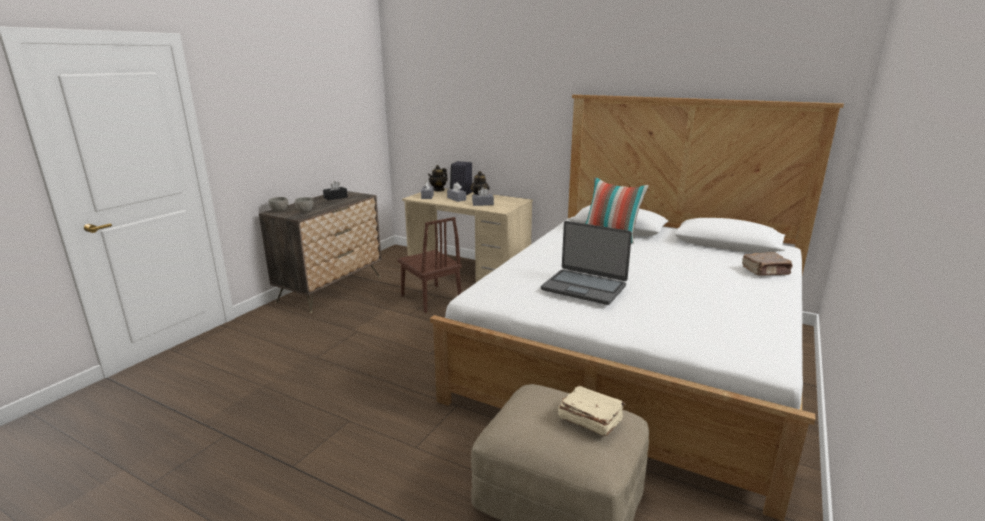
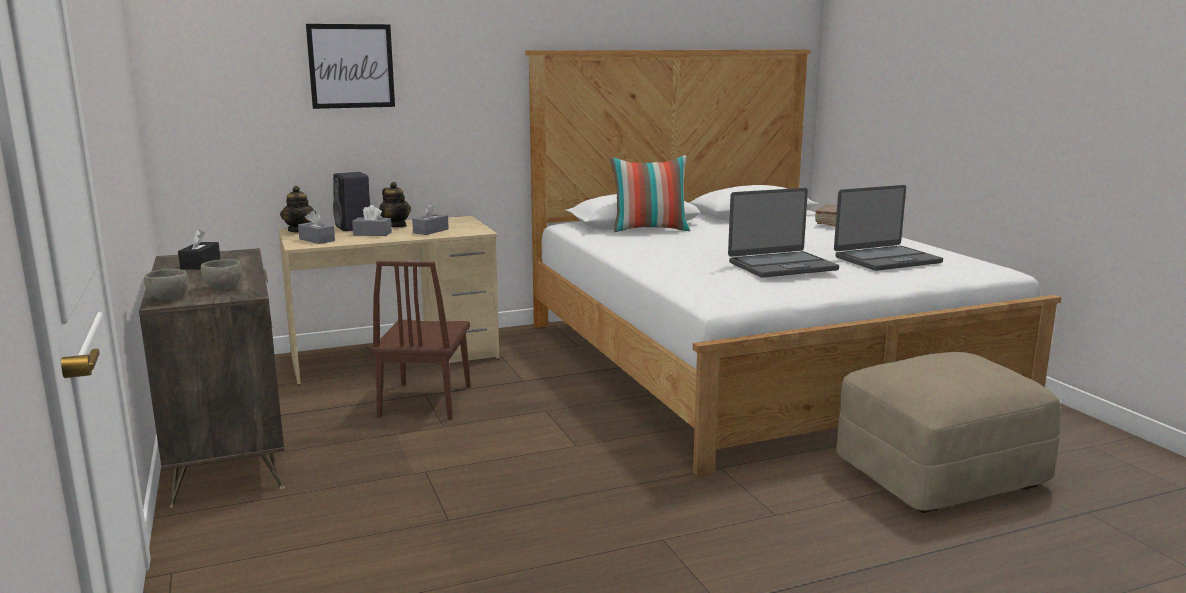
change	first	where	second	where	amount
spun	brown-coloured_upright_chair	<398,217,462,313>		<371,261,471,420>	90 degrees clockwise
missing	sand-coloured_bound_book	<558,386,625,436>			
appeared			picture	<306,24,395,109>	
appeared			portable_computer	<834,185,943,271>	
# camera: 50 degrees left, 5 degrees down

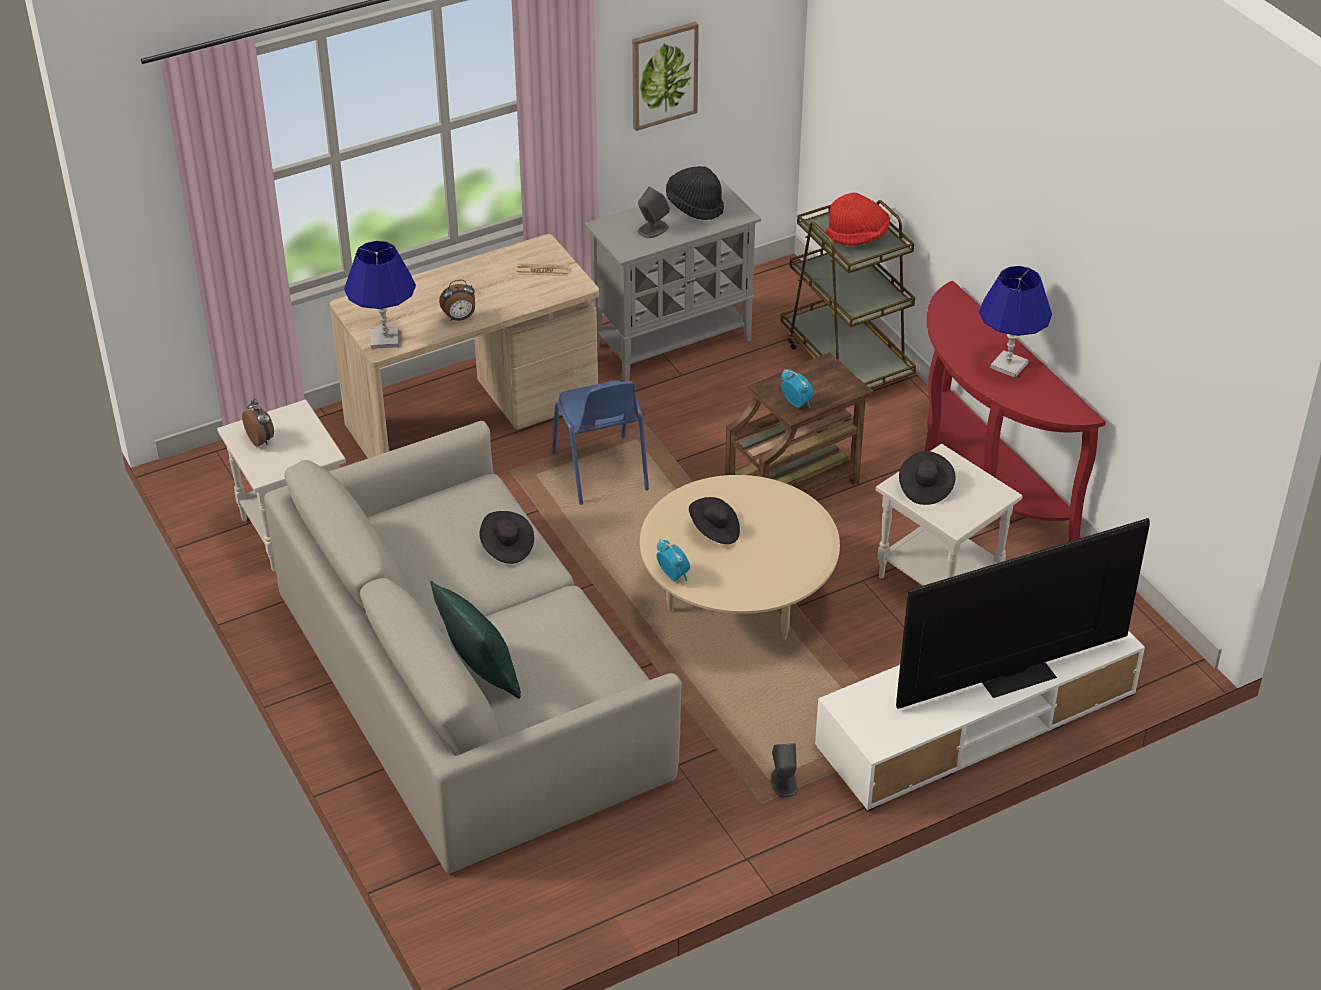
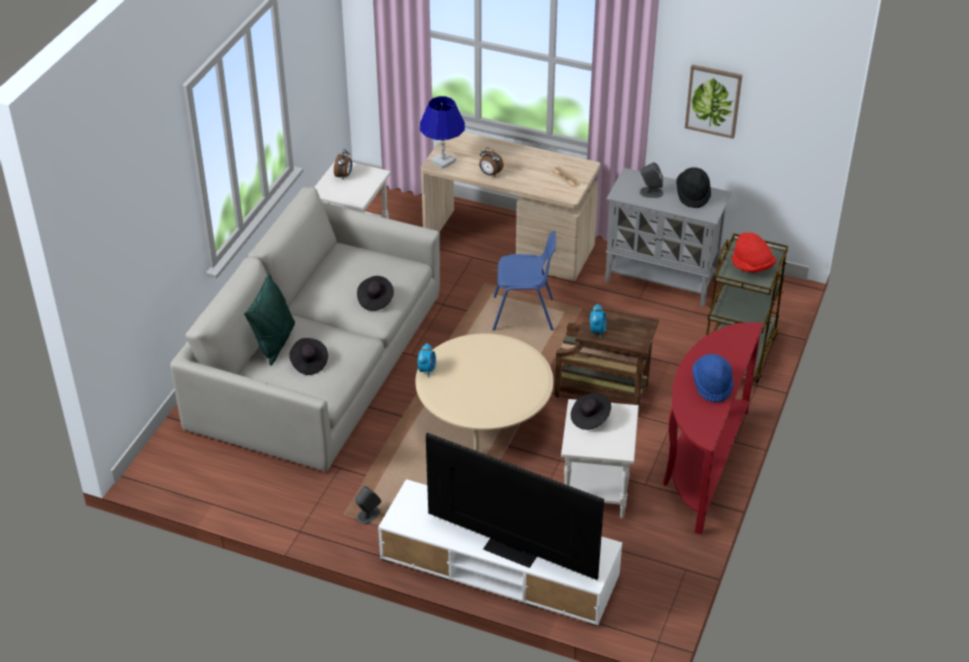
change	first	where	second	where	amount
spun	blue_upright_chair	<552,380,649,505>		<492,231,556,331>	120 degrees counterclockwise
relocated	blackish_wearable_hat	<689,497,740,544>		<289,338,328,375>	
exchanged	blue_tabletop_lamp	<979,266,1052,378>	blue_wearable_hat	<692,354,733,402>	
# camera: 50 degrees right, 0 degrees up

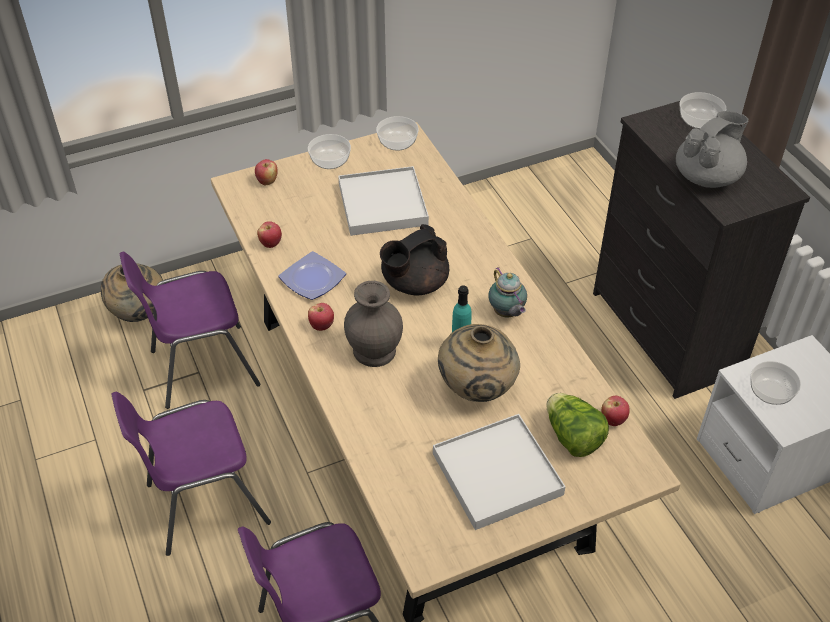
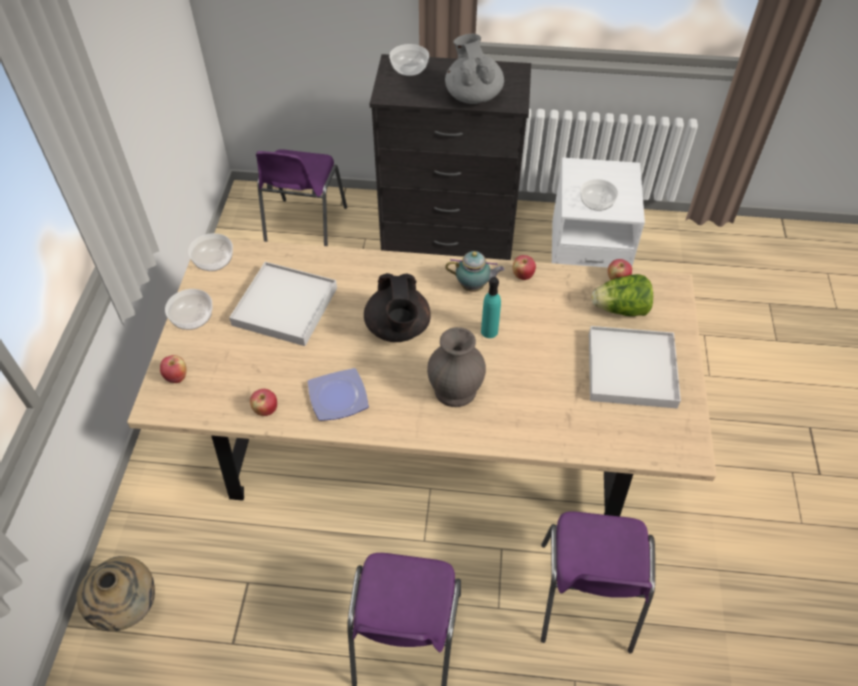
change	first	where	second	where	amount
relocated	purple_upright_chair	<120,252,261,409>		<256,149,347,246>	
relocated	apple_fruit	<308,303,334,331>		<513,255,536,280>	
missing	sand-coloured_flower_vase	<438,324,520,402>			
# camera: 60 degrees left, 5 degrees up

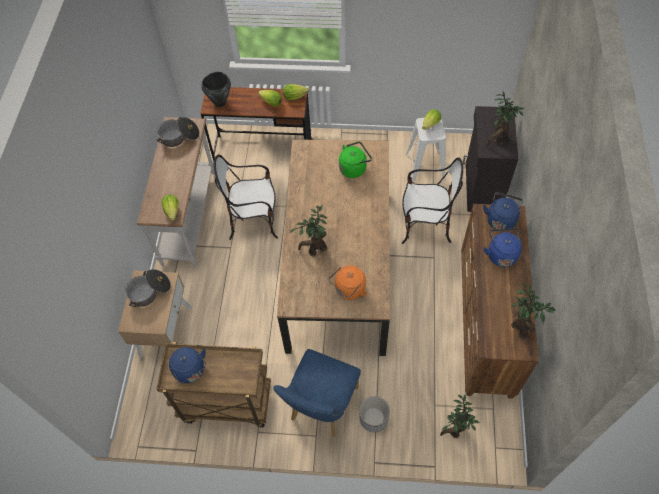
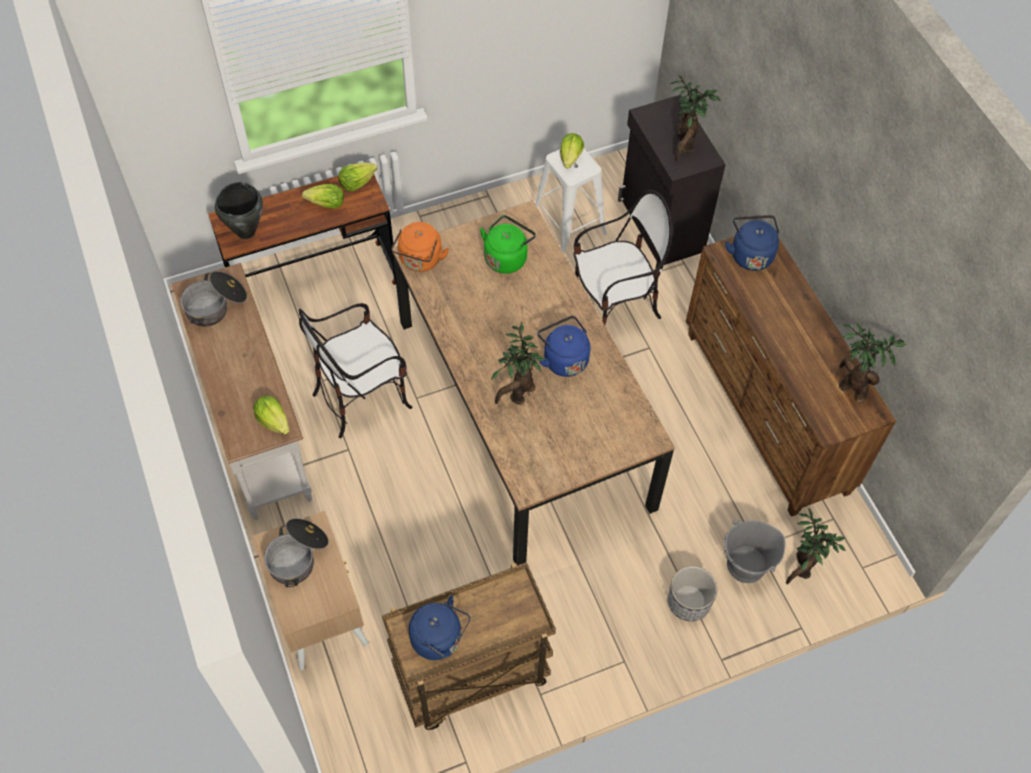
change	first	where	second	where	amount
missing	blue_upright_chair	<273,349,361,437>			
relocated	orangey_tea_kettle	<329,265,367,300>		<392,222,449,272>	
relocated	blue_tea_kettle	<483,228,522,267>		<538,316,590,377>	
appeared			greyish_water_bucket	<724,520,786,583>	
# camera: 30 degrees left, 0 degrees up

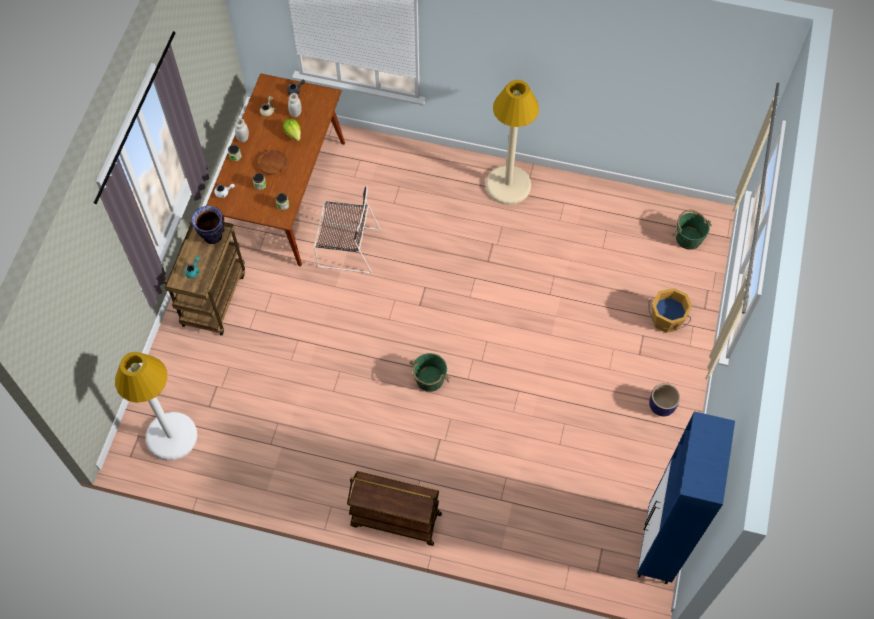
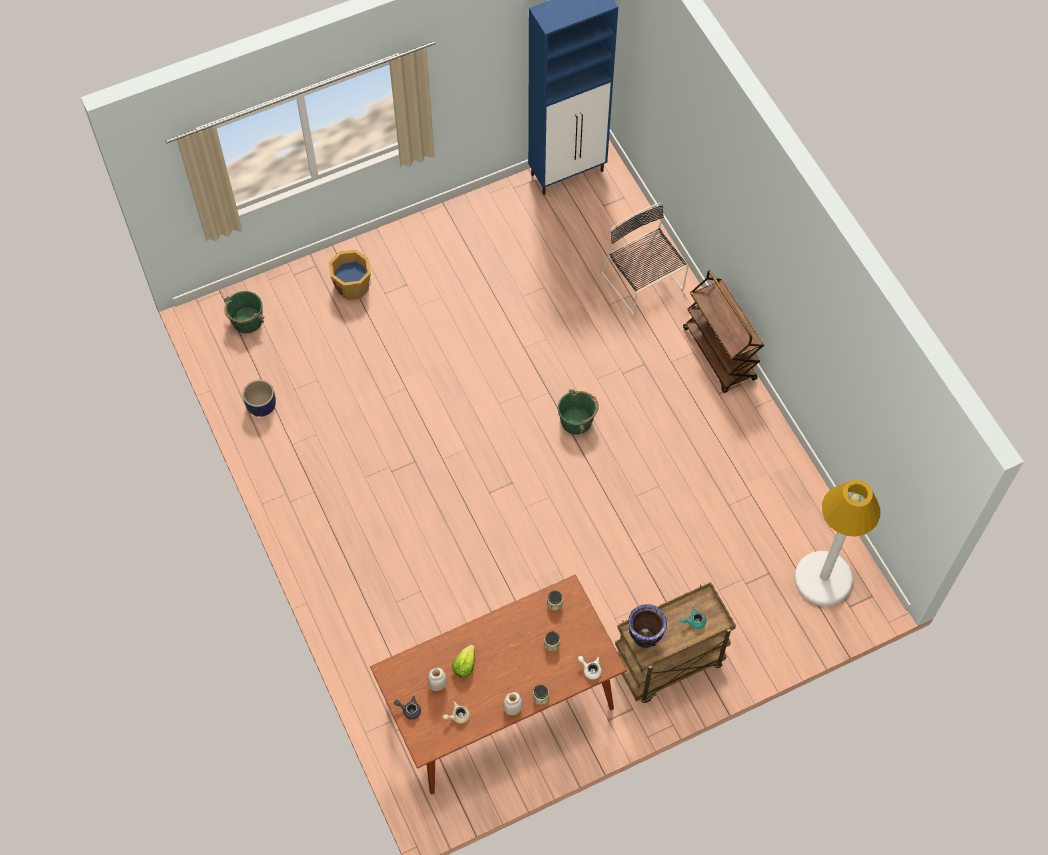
change	first	where	second	where	amount
missing	brown-coloured_plate	<257,150,288,175>			
relocated	blackish_upright_chair	<314,185,380,274>		<601,203,689,316>	
missing	sand-coloured_standing_lamp	<486,80,539,205>			
relocated	flower_pot	<649,383,680,416>		<243,380,276,417>	
# camera: 130 degrees left, 0 degrees up

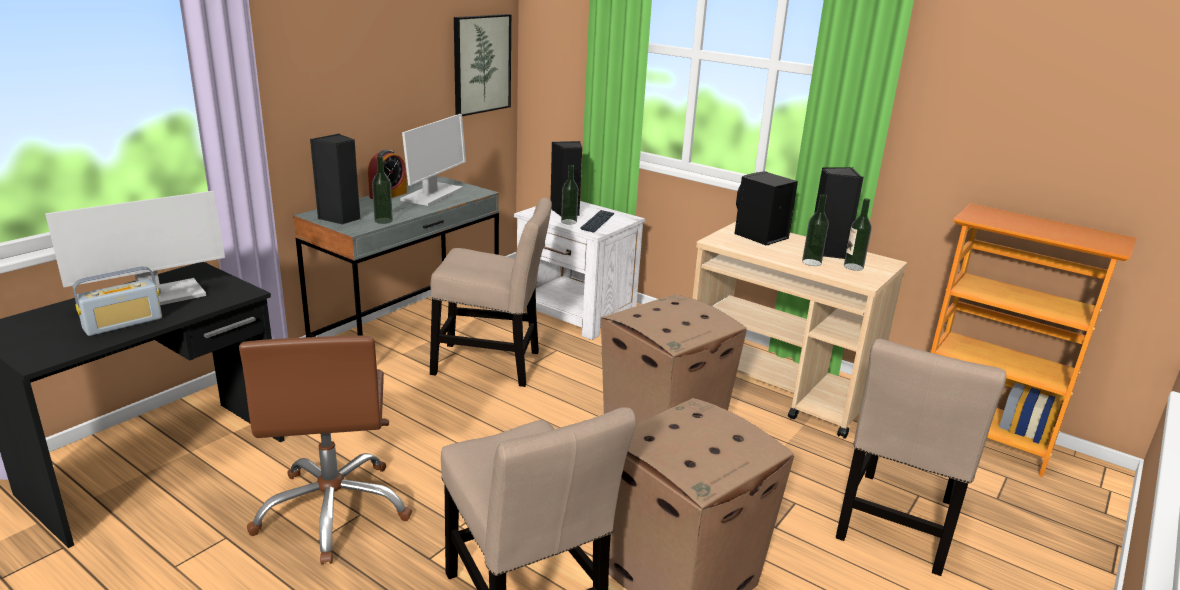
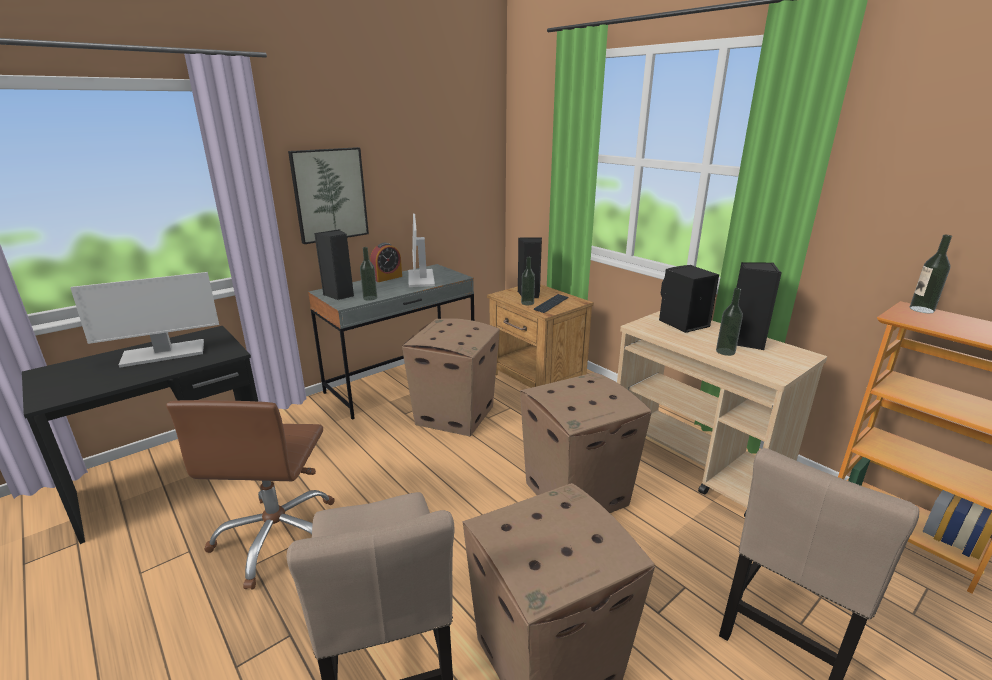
change	first	where	second	where	amount
missing	radio	<73,266,162,336>			
spun	computer_screen	<400,114,466,206>		<408,214,435,287>	135 degrees clockwise
exchanged	sand-coloured_upright_chair	<430,198,552,387>	cardboard_box	<402,318,500,436>	
relocated	picture	<454,14,511,116>		<288,147,369,244>	
colour	white_bedside_table	<514,201,645,340>	brown-coloured_bedside_table	<487,284,594,388>	
relocated	drink_bottle	<844,198,872,271>		<910,235,952,313>	
# camera: 15 degrees right, 0 degrees up

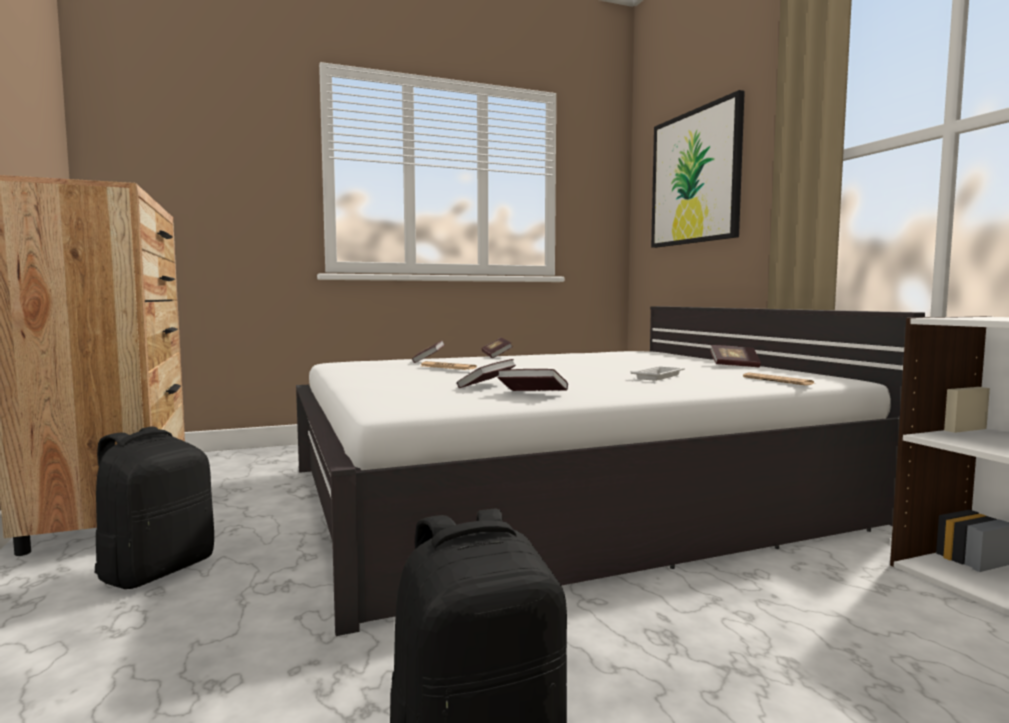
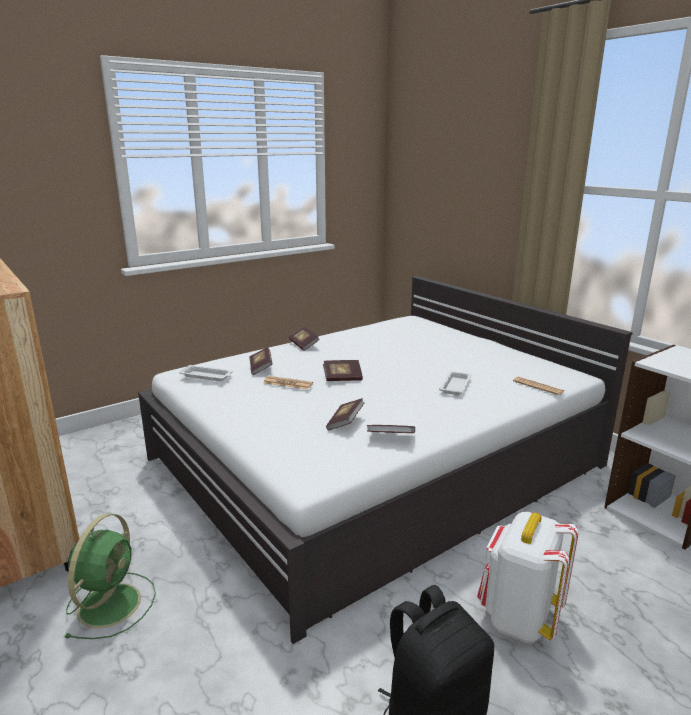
change	first	where	second	where	amount
exchanged	blackish_backpack	<95,427,214,589>	greenish_cooling_fan	<64,513,156,639>	
missing	picture	<651,90,745,248>			
relocated	bound_book	<710,345,761,367>		<323,360,363,381>	
appeared			white_serving_tray	<179,365,233,381>	
appeared			white_backpack	<477,512,579,643>	
# camera: 15 degrees left, 15 degrees up

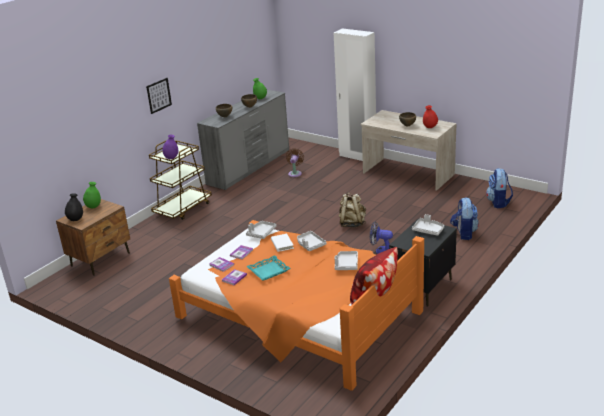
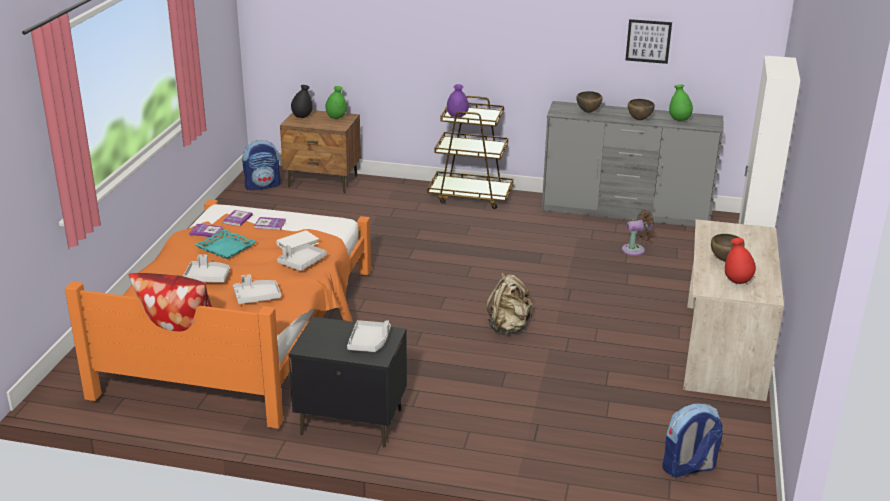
change	first	where	second	where	amount
relocated	picture	<146,78,172,114>		<625,19,672,64>	
relocated	greyish_serving_tray	<246,221,276,239>		<183,254,230,282>	
missing	cooling_fan	<370,222,393,254>			
relocated	backpack	<450,197,479,240>		<242,140,281,190>	
# camera: 65 degrees right, 0 degrees up

